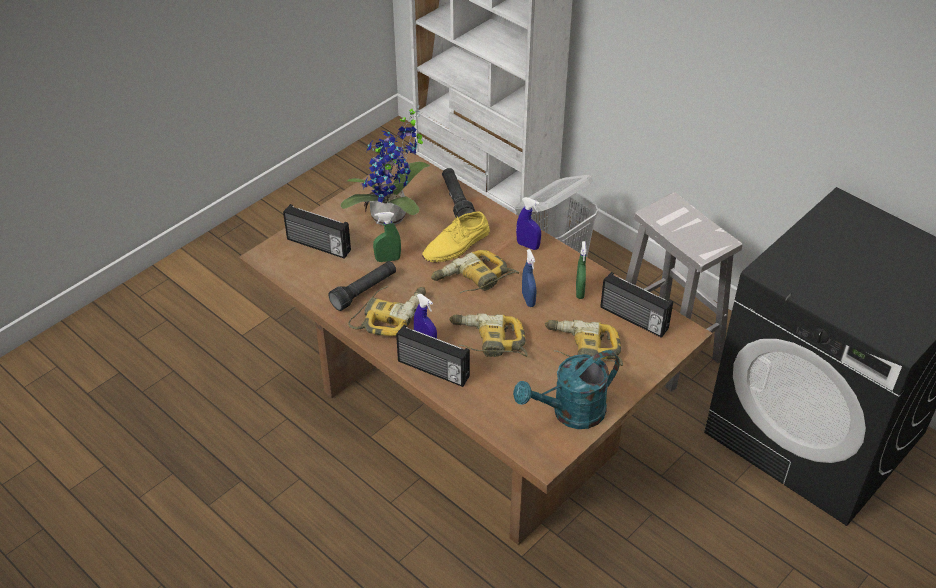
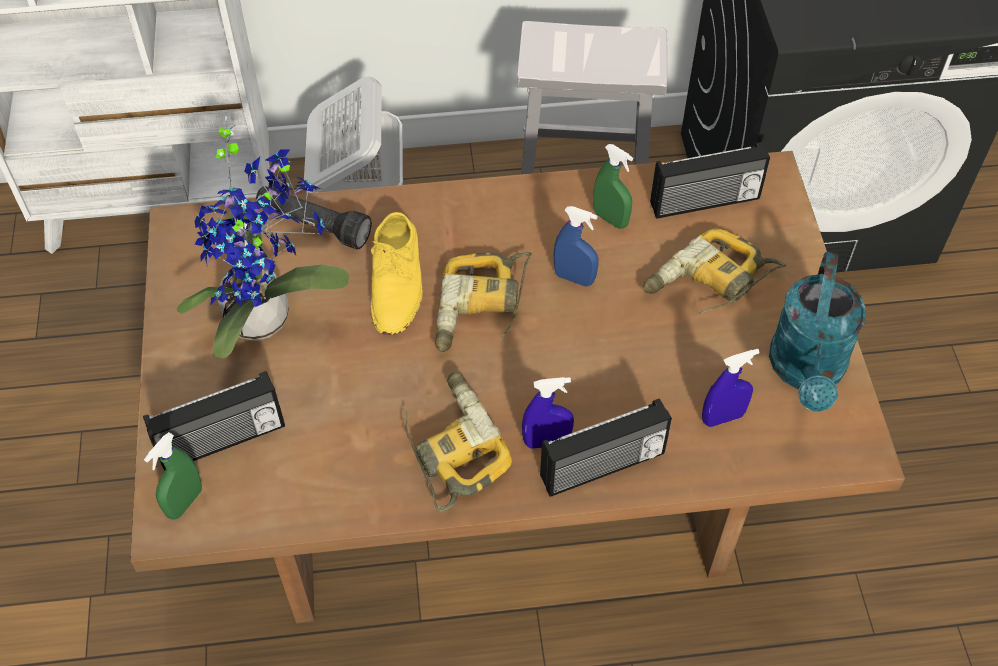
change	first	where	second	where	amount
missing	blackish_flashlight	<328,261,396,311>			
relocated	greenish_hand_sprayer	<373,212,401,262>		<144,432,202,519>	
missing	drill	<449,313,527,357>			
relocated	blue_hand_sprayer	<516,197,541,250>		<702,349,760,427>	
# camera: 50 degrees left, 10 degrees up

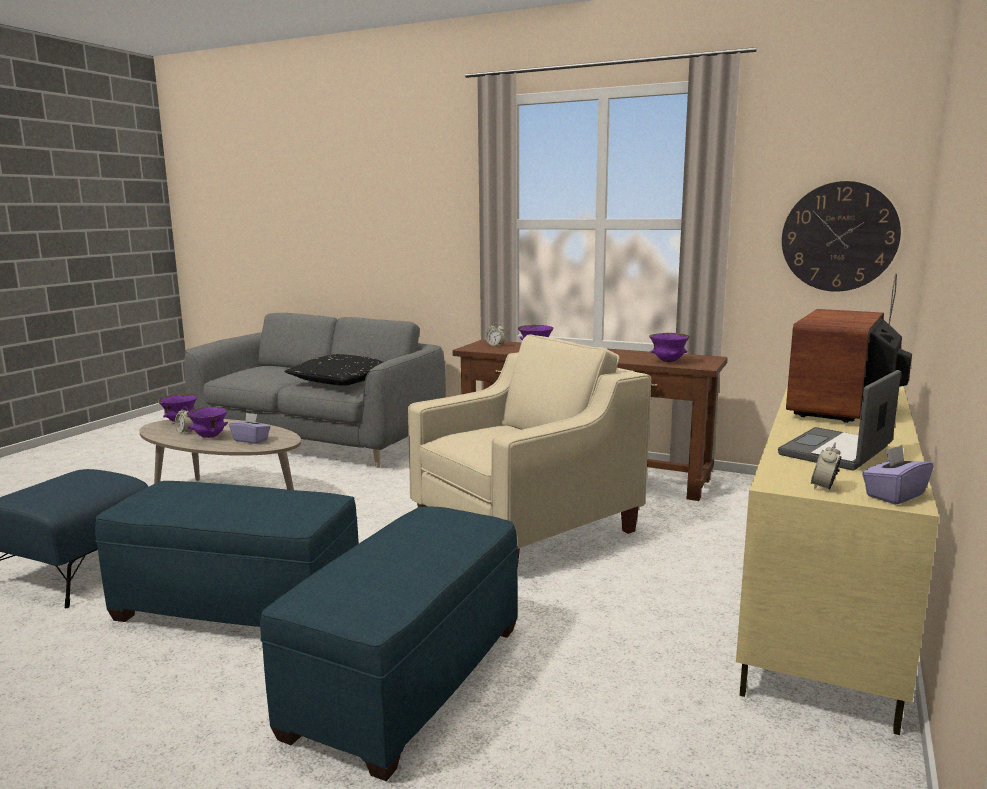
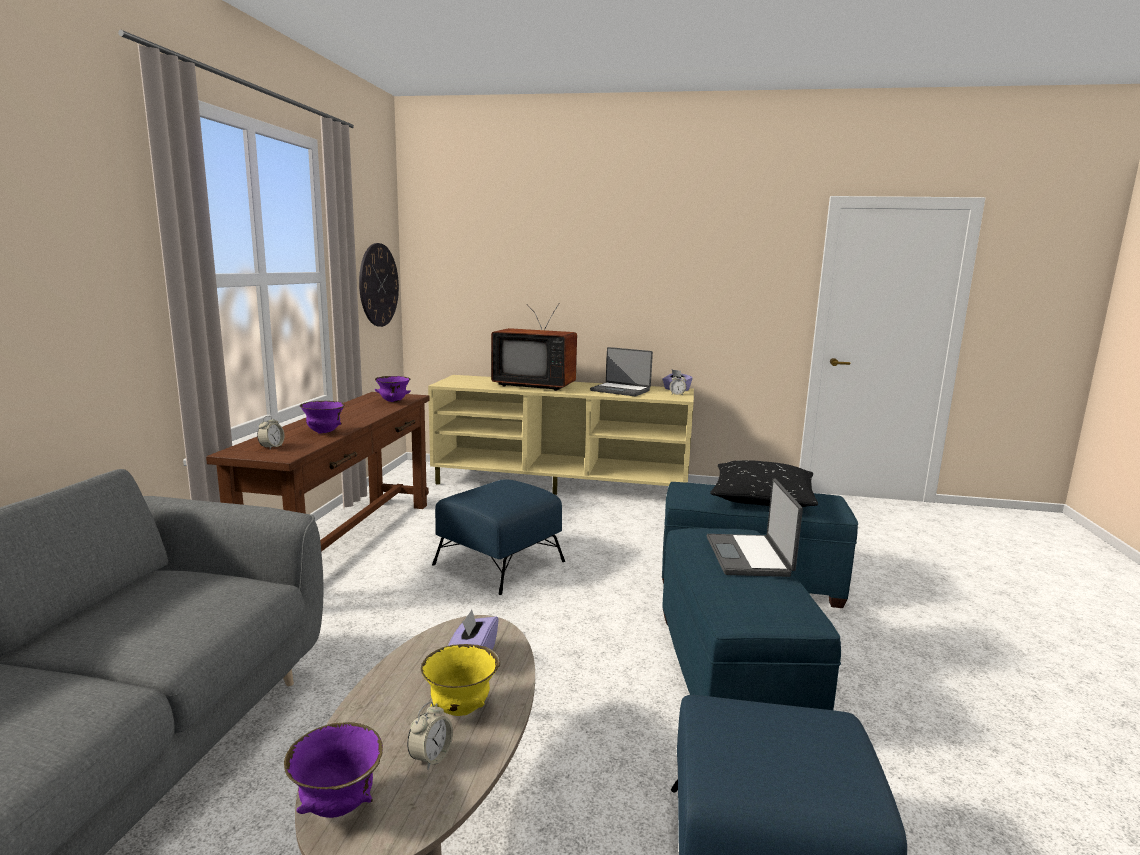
change	first	where	second	where	amount
colour	purple_bowl	<187,407,228,438>	yellowish_bowl	<421,644,500,716>	
relocated	blackish_cushion	<285,354,383,386>		<710,460,818,507>	
exchanged	sand-coloured_easy_chair	<408,334,651,569>	blue_footrest	<432,480,565,595>	
appeared			portable_computer	<707,479,803,577>	
# camera: 105 degrees left, 0 degrees up

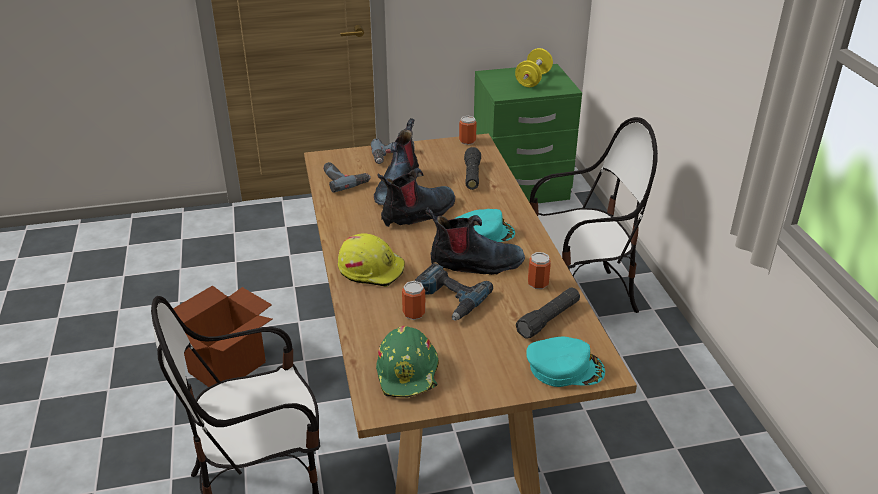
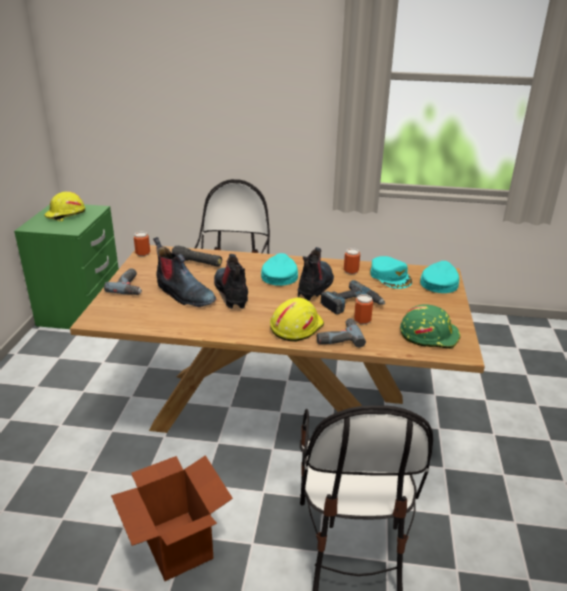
change	first	where	second	where	amount
relocated	drill	<323,162,371,193>		<317,318,366,348>	
exchanged	yellowish_dumbbell	<515,48,553,87>	yellowish_work_helmet	<44,191,85,221>	
exchanged	blackish_flashlight	<516,288,580,339>	turquoise-coloured_peaked_cap	<371,256,412,289>	
# camera: 70 degrees left, 5 degrees down

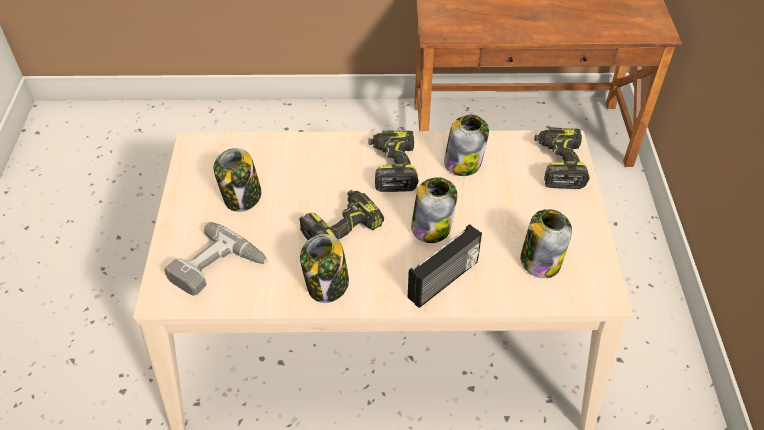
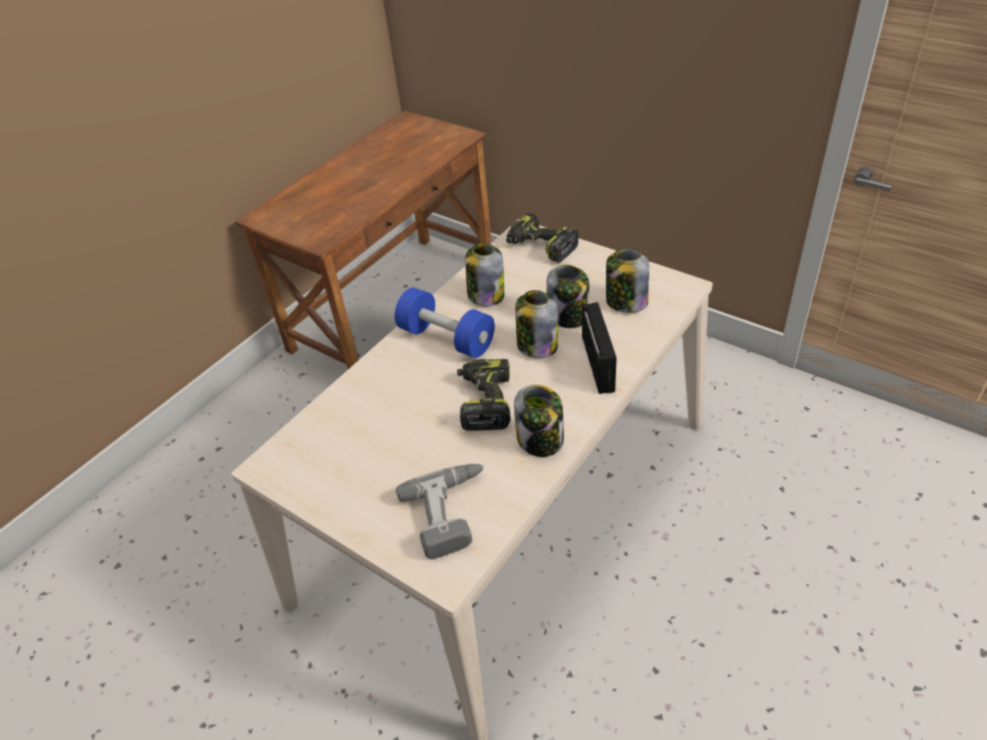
change	first	where	second	where	amount
relocated	preserve_jar	<214,148,261,212>		<546,265,589,328>	
exchanged	drill	<368,131,418,192>	blue_dumbbell	<395,288,495,358>	
# camera: 50 degrees left, 5 degrees down

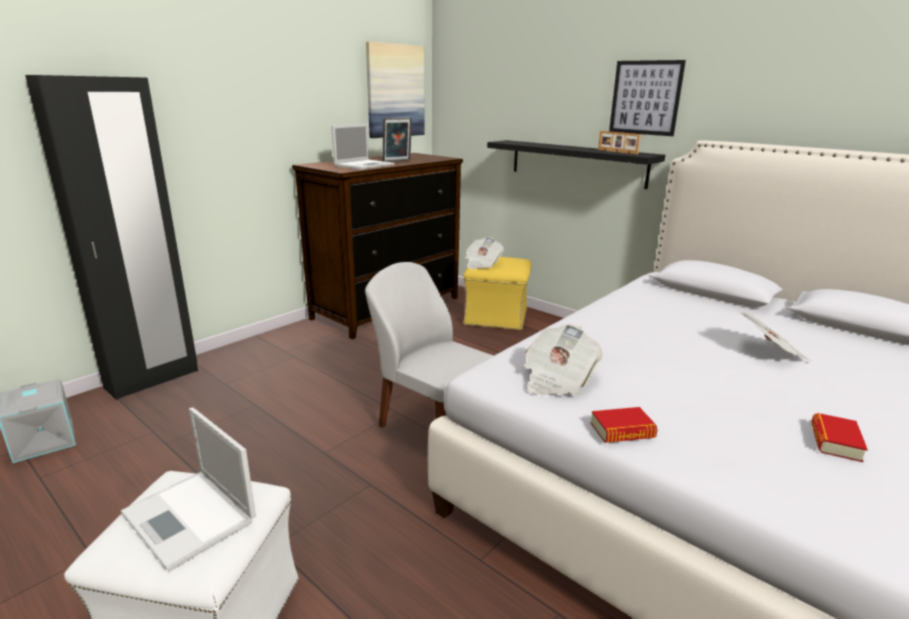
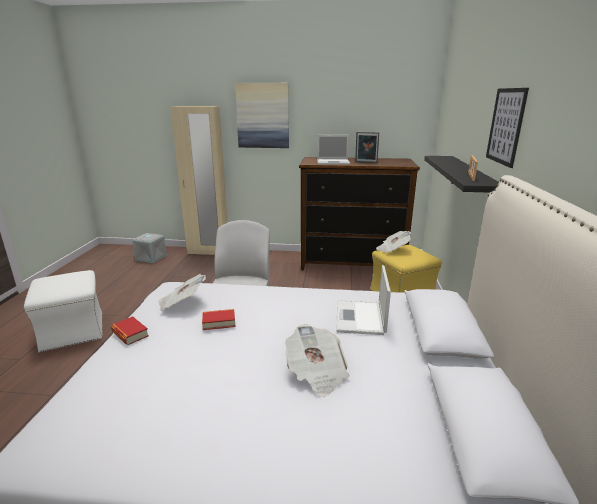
change	first	where	second	where	amount
colour	blackish_armoire	<25,75,198,400>	sand-coloured_armoire	<170,106,228,255>	
relocated	portable_computer	<121,408,256,571>		<337,265,391,335>	
relocated	picture	<366,41,425,138>		<235,83,289,148>	
relocated	bound_book	<811,413,868,462>		<202,309,235,330>	
# camera: 55 degrees right, 0 degrees up

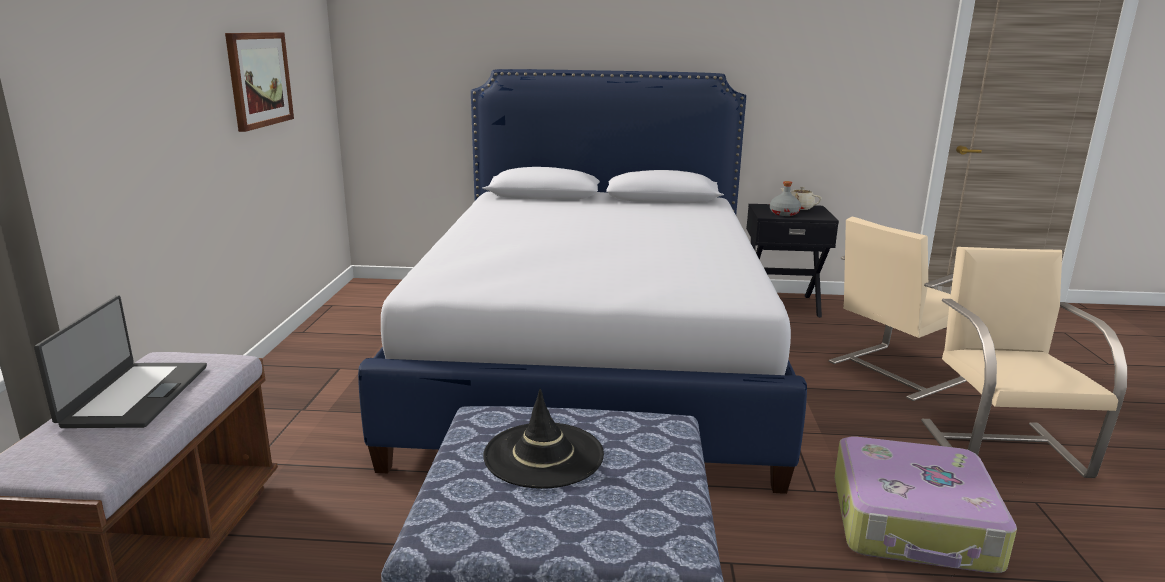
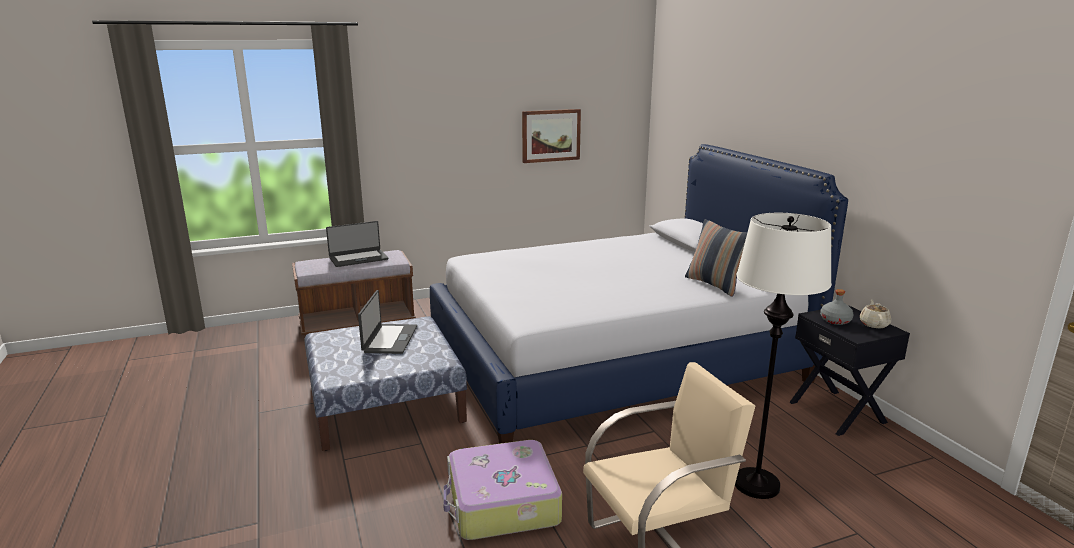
change	first	where	second	where	amount
exchanged	blackish_wearable_hat	<483,389,604,489>	portable_computer	<358,290,417,354>	
exchanged	sand-coloured_upright_chair	<829,217,967,401>	white_standing_lamp	<735,213,832,499>	
appeared			cushion	<685,219,747,297>	
# camera: 65 degrees right, 0 degrees up

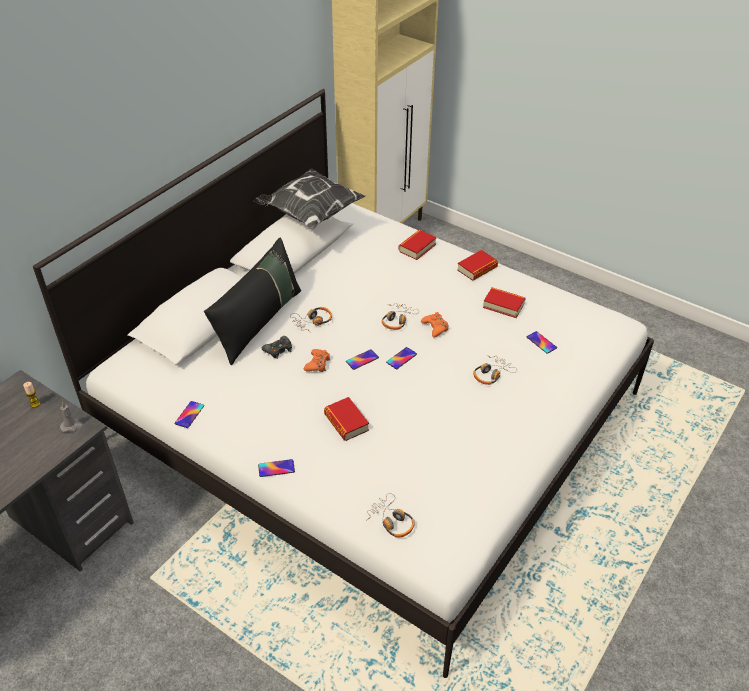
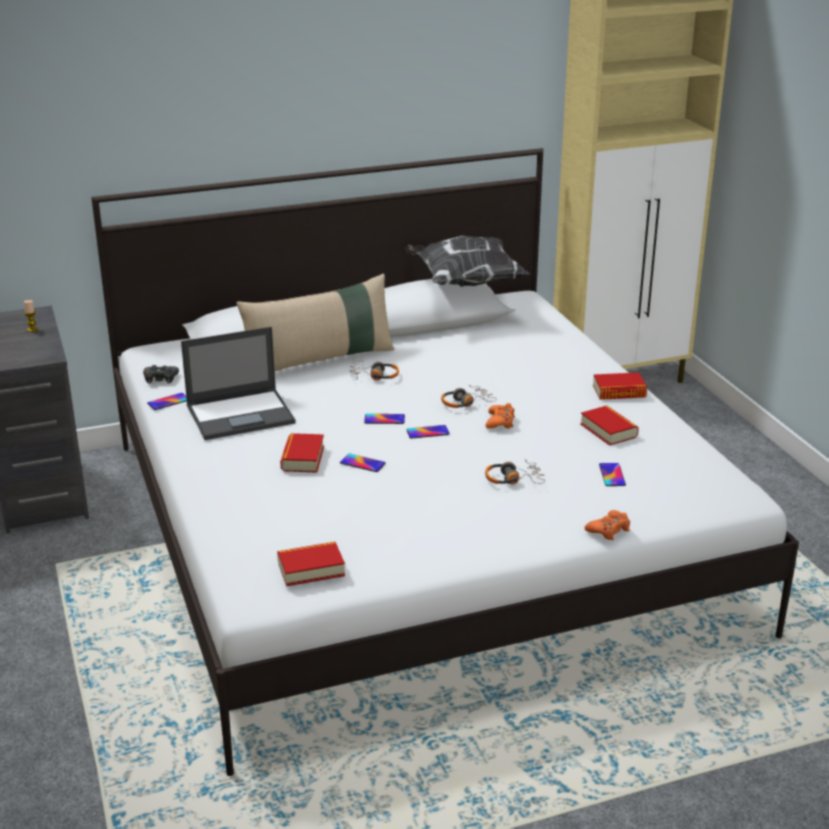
change	first	where	second	where	amount
missing	greyish_candle	<60,402,83,432>			
colour	blackish_cushion	<204,238,301,365>	sand-coloured_cushion	<236,274,395,371>	
relocated	telephone	<258,459,295,477>		<340,454,386,472>	
relocated	blackish_gamepad	<262,336,292,359>		<143,365,179,384>	
relocated	orangey_gamepad	<304,349,330,372>		<585,510,630,540>	
missing	headphones	<366,493,415,537>			
relocated	bound_book	<399,230,437,260>		<277,542,345,586>	
appeared			portable_computer	<181,327,296,440>	
# camera: 35 degrees right, 15 degrees down

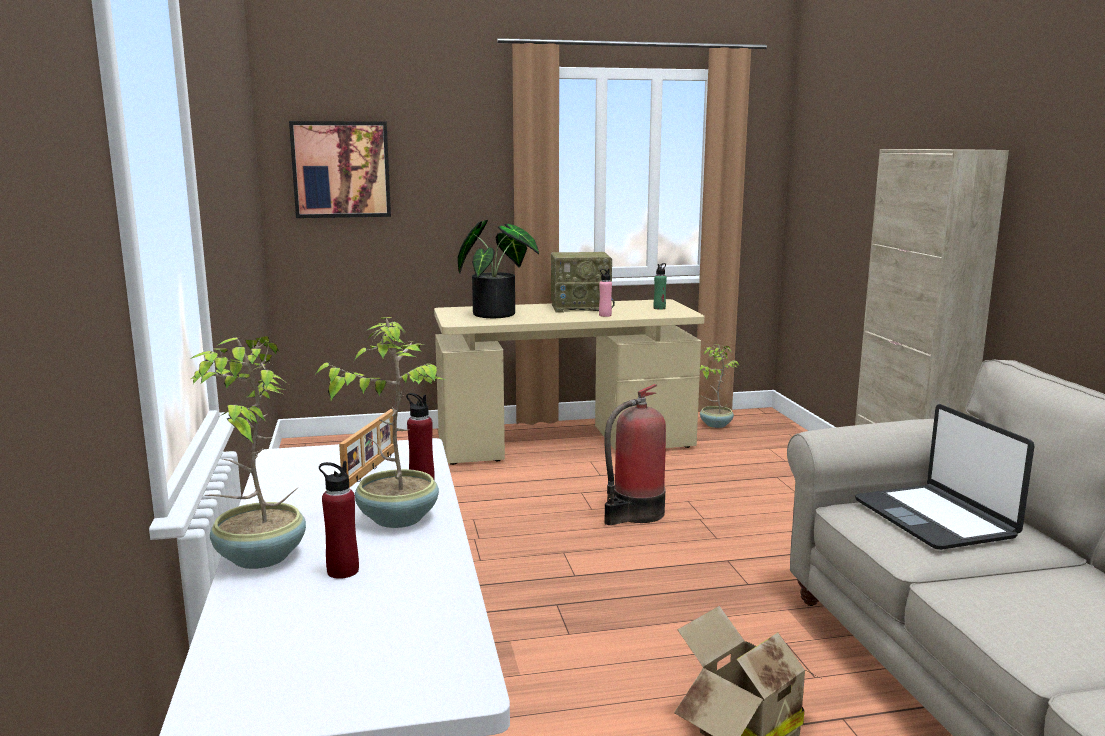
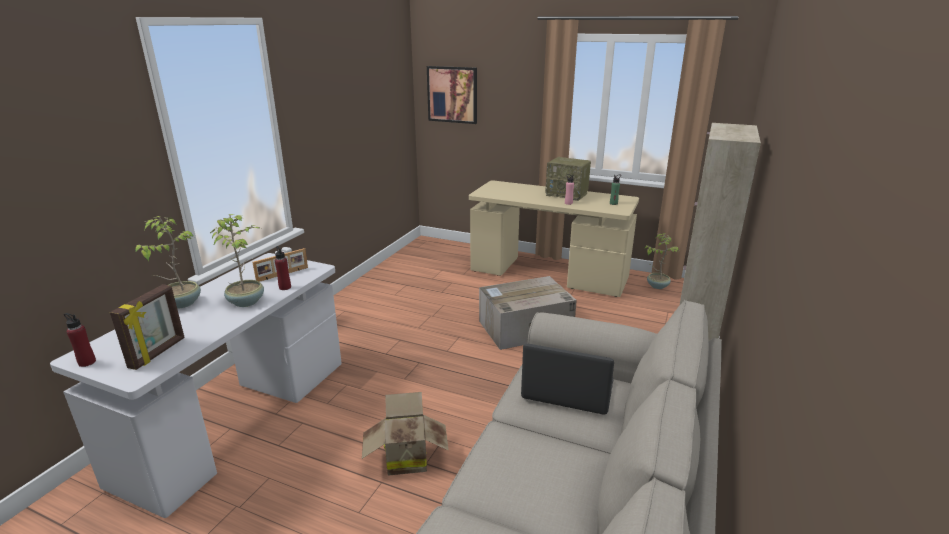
change	first	where	second	where	amount
relocated	reddish_drink_bottle	<319,461,359,579>		<64,313,96,367>	
missing	plant_in_a_pot	<458,220,539,318>			
exchanged	fire_extinguisher	<604,384,666,525>	cardboard_box	<479,276,577,350>	
spun	portable_computer	<855,404,1034,550>		<521,343,614,415>	90 degrees clockwise
appeared			picture_frame	<110,284,185,370>	
# camera: 35 degrees right, 10 degrees up

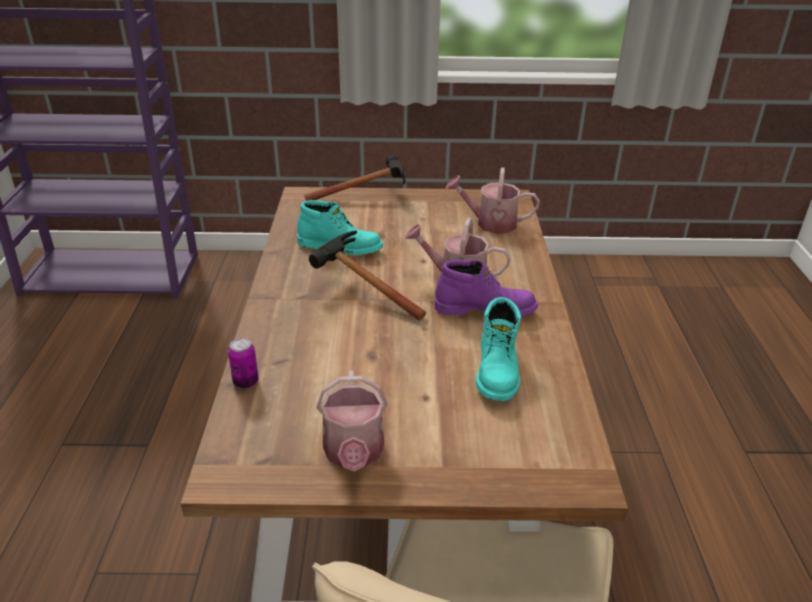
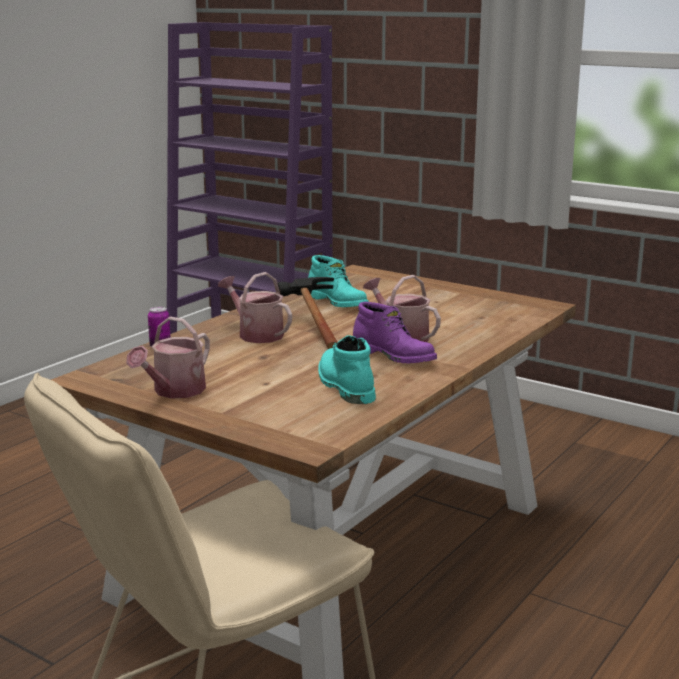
change	first	where	second	where	amount
missing	hammer	<304,155,405,201>			
relocated	watering_can	<445,167,540,234>		<218,272,292,343>	
spun	turquoise-coloured_boot	<476,297,521,401>		<318,335,376,404>	120 degrees clockwise
# camera: 35 degrees right, 15 degrees down

